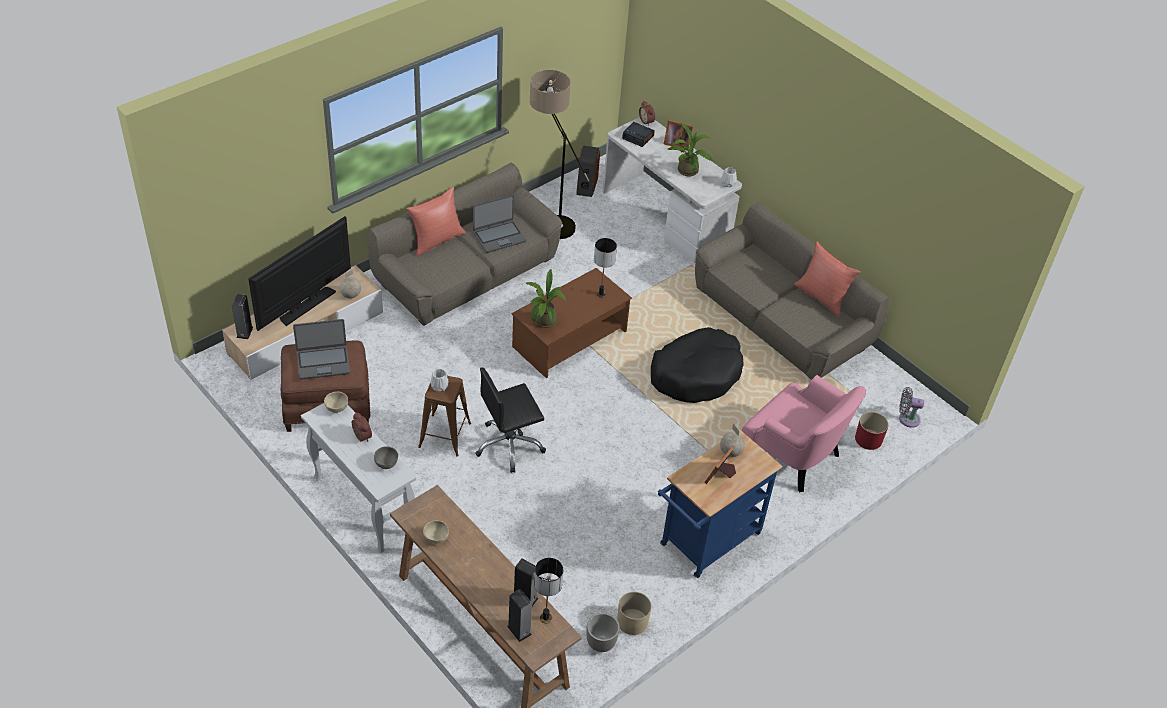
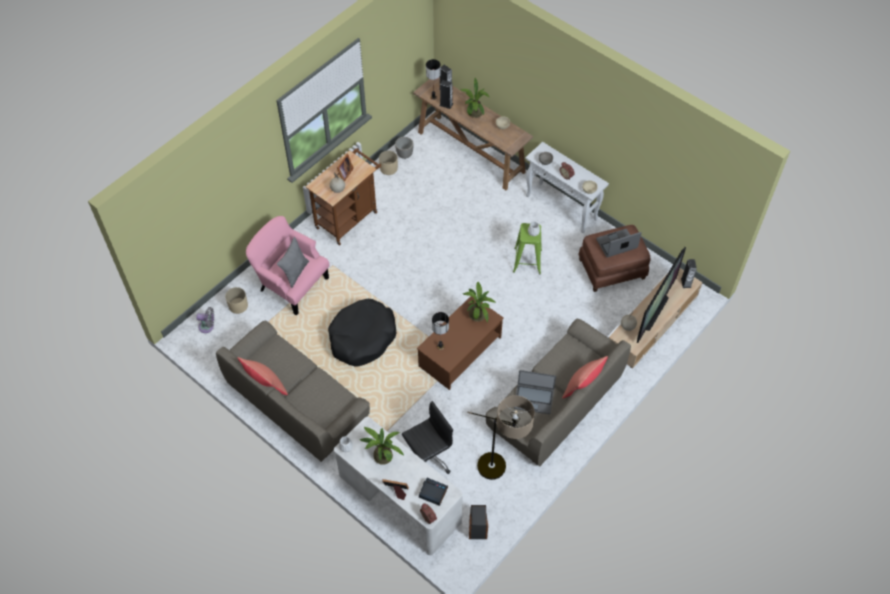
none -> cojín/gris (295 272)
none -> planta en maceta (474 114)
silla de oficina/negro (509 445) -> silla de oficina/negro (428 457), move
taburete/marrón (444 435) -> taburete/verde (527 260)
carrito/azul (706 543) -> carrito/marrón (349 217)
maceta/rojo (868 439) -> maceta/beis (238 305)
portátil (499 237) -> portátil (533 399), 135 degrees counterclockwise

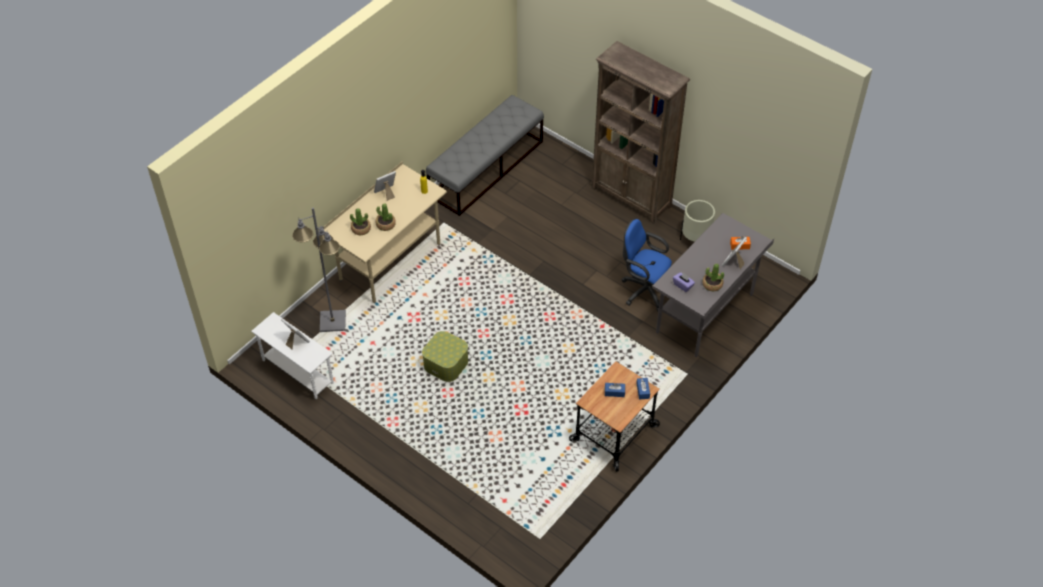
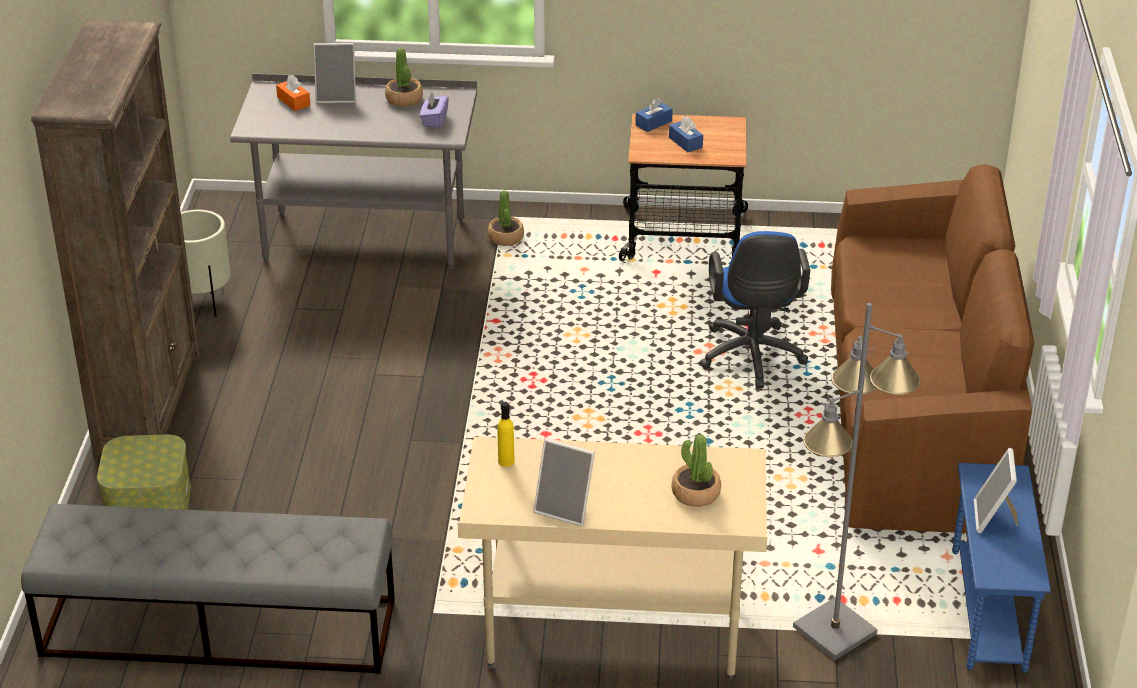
none -> sofá/marrón (914 408)
planta en maceta (385 224) -> planta en maceta (506 238), move
caja de almacenaje (446 364) -> caja de almacenaje (148 502), move
silla de oficina/azul (644 290) -> silla de oficina/azul (752 359), move
mesa auxiliar/blanco (297 372) -> mesa auxiliar/azul (989 610)

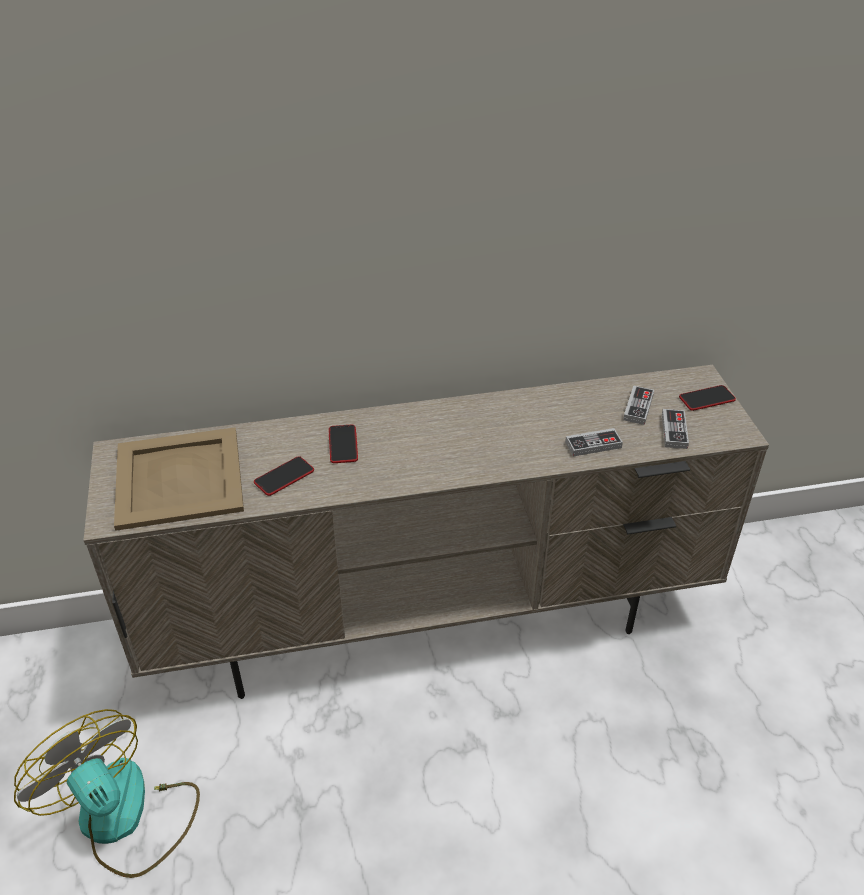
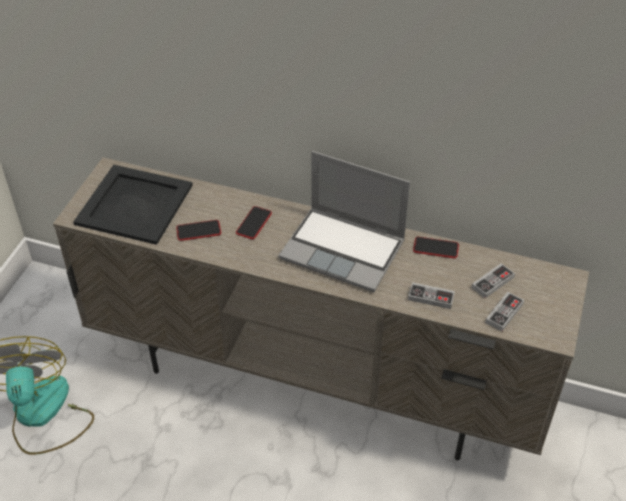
none -> portátil (344 250)
móvil (706 399) -> móvil (435 248), move
bandeja/beis (180 479) -> bandeja/negro (135 205)

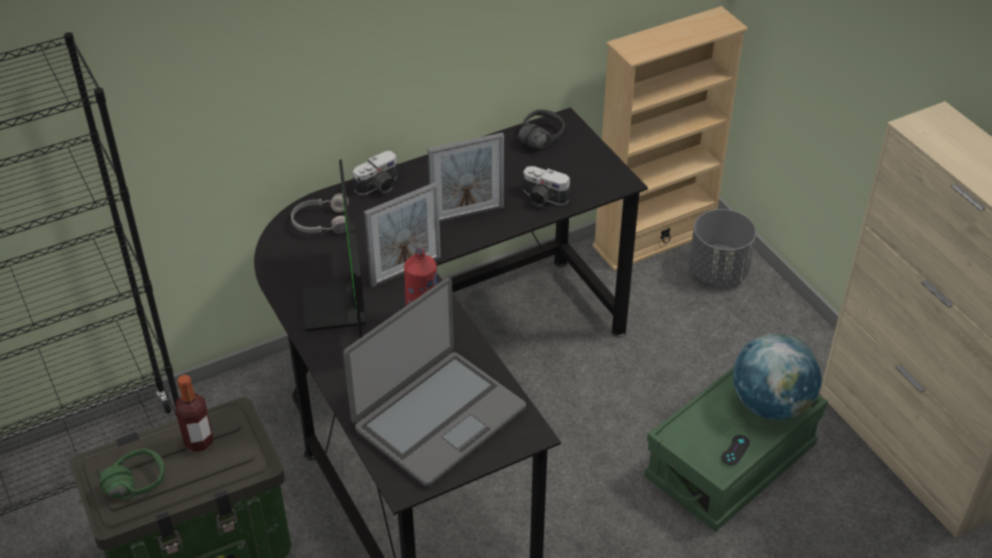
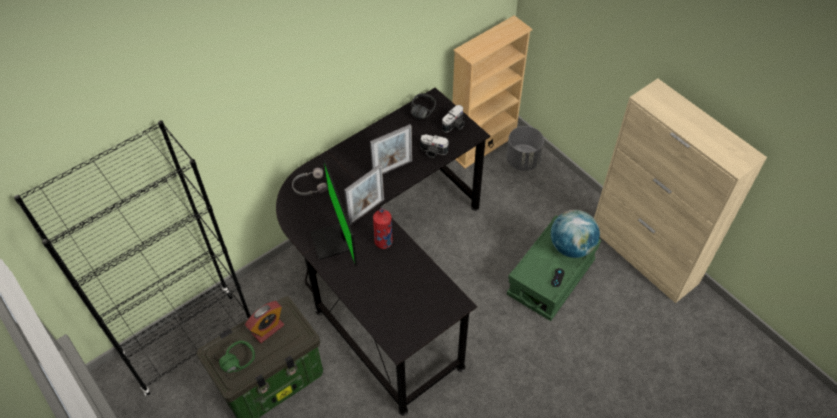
portátil (438 417) -> none
cámara (379 186) -> cámara (455 125), move
botella (199 442) -> despertador (267 329)

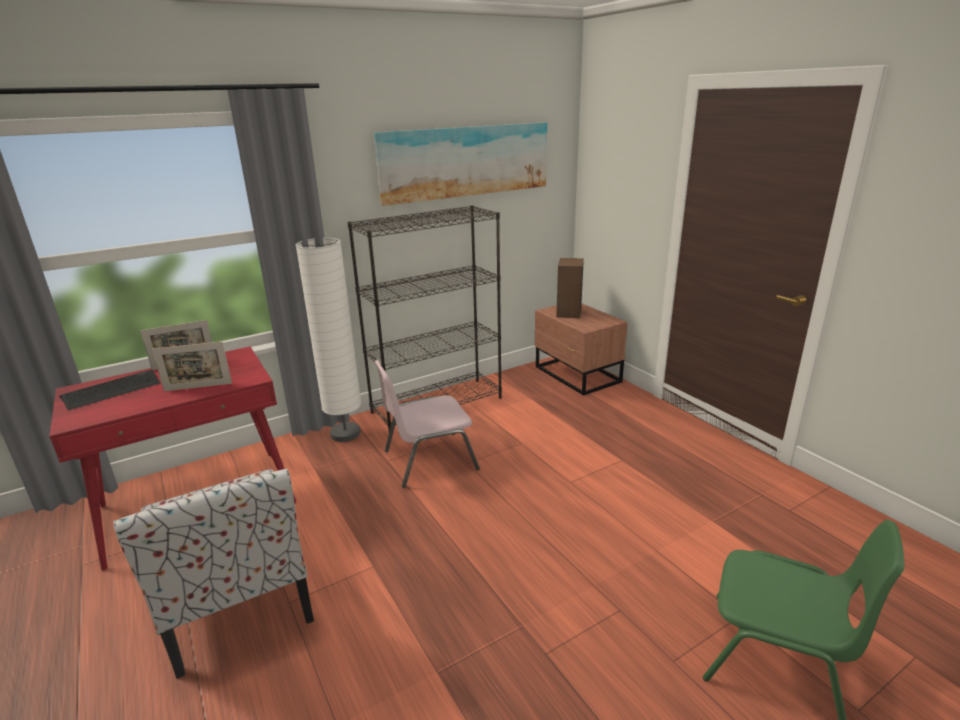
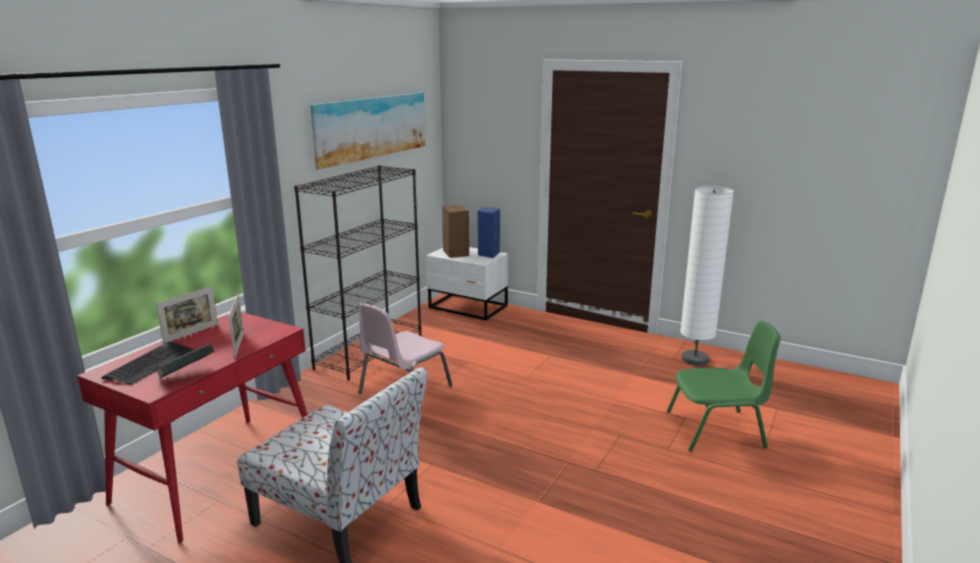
none -> libro (186 376)
none -> altavoz/azul (488 254)
lámpara de pie/blanco (345 434) -> lámpara de pie/blanco (695 359), move
mesita de noche/marrón (577 375) -> mesita de noche/blanco (468 307)
portarretratos (198 387) -> portarretratos (239 345), 60 degrees counterclockwise

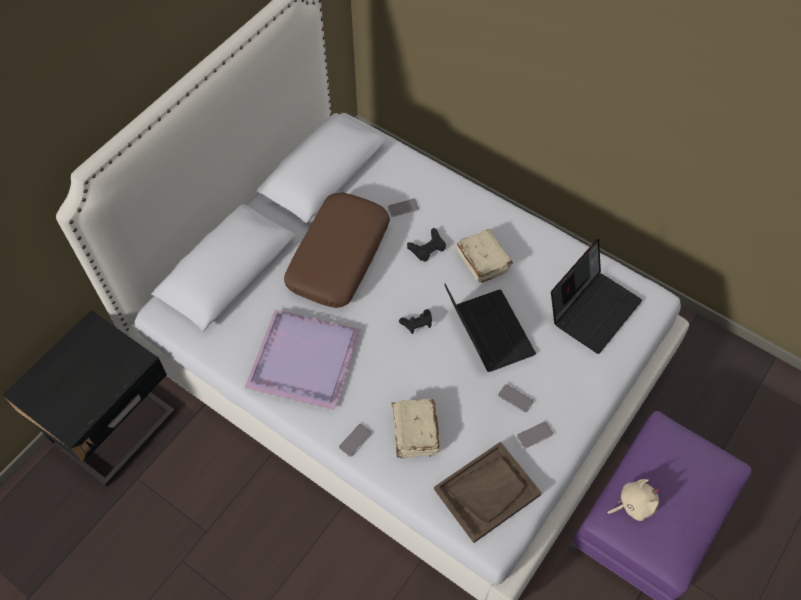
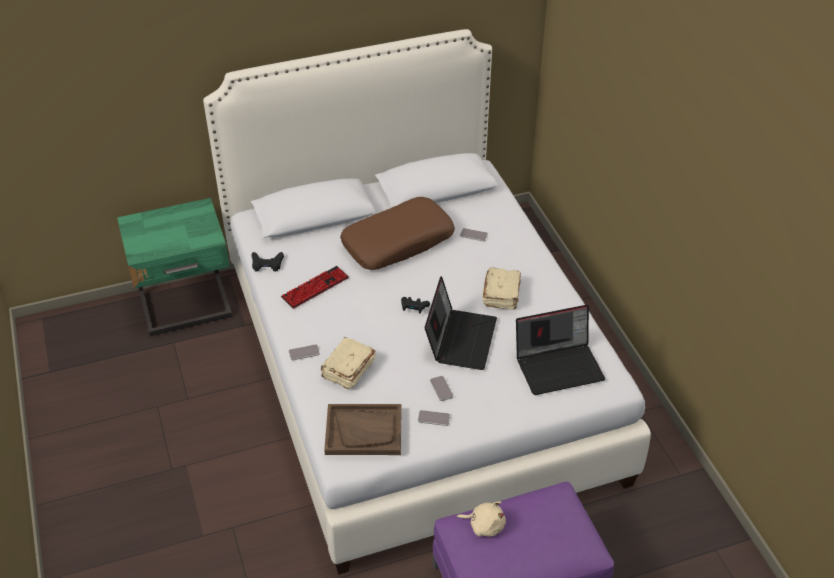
mando de consola/negro (427 248) -> mando de consola/negro (267 264), move
bandeja/morado (303 358) -> teclado (315 288)
mesita de noche/negro (118 430) -> mesita de noche/verde (187 308)

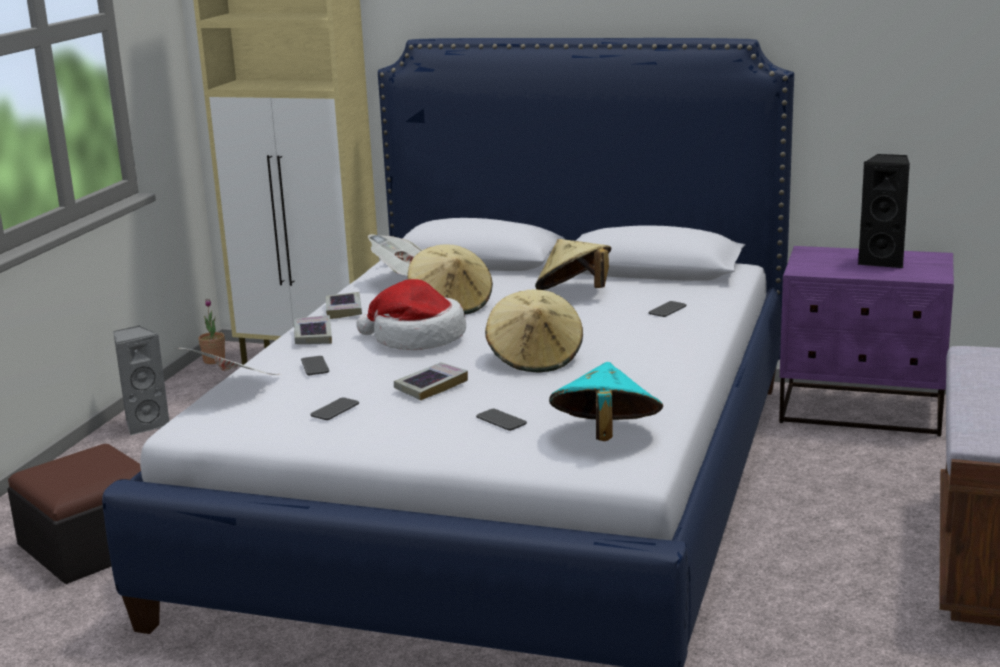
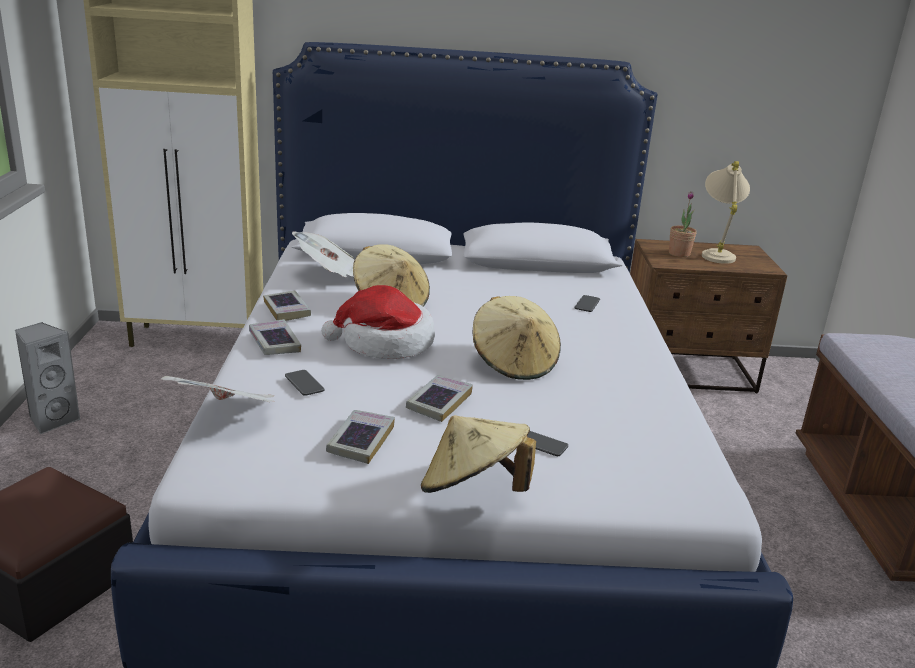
sombrero/turquesa (605 436) -> none
planta en maceta (214 360) -> planta en maceta (679 254), move
sombrero/beis (574 293) -> sombrero/beis (473 490), move
móvil (335 410) -> libro (361 441)
altavoz/negro (883 261) -> lámpara de mesa/beis (716 253)
mesita de noche/morado (862 411) -> mesita de noche/marrón (687 372)

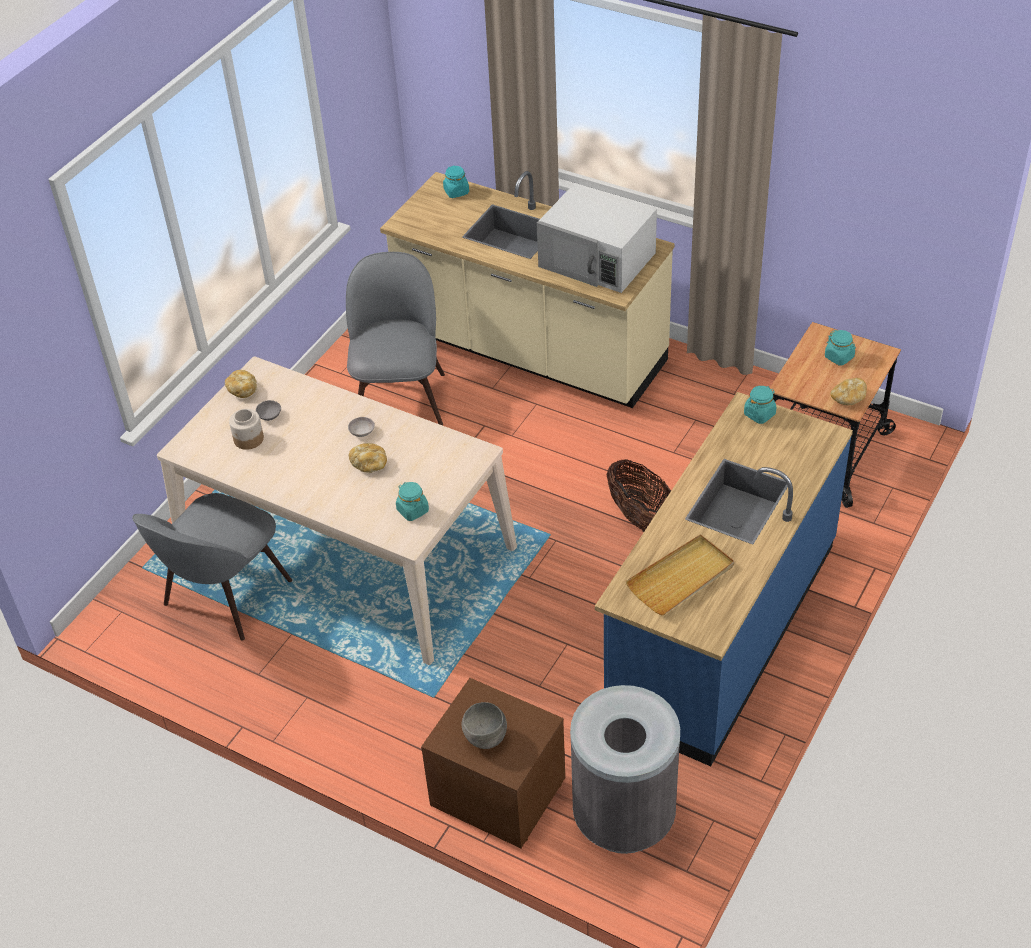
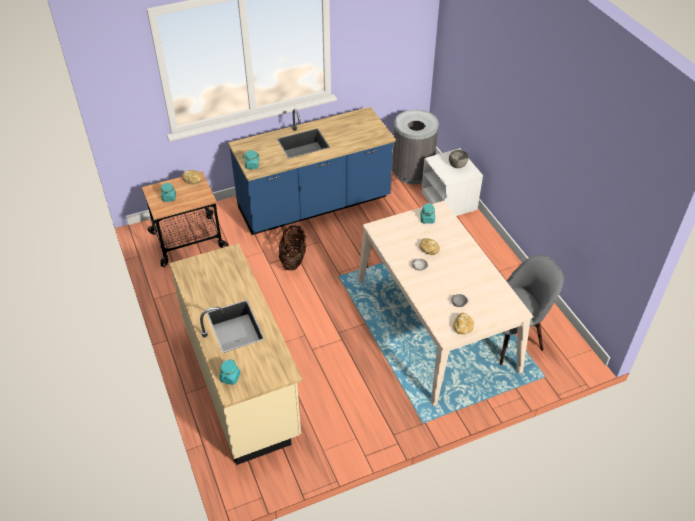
tarro (248 439) -> none
silla/gris (400 397) -> none
microondas/blanco (598 259) -> none
bandeja/beis (681 577) -> none
mesita de noche/marrón (496 793) -> mesita de noche/blanco (449 201)

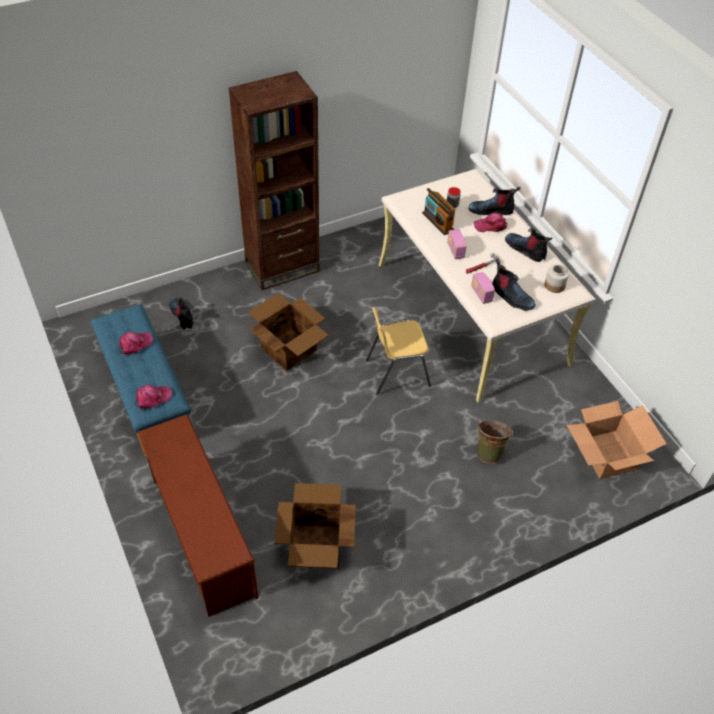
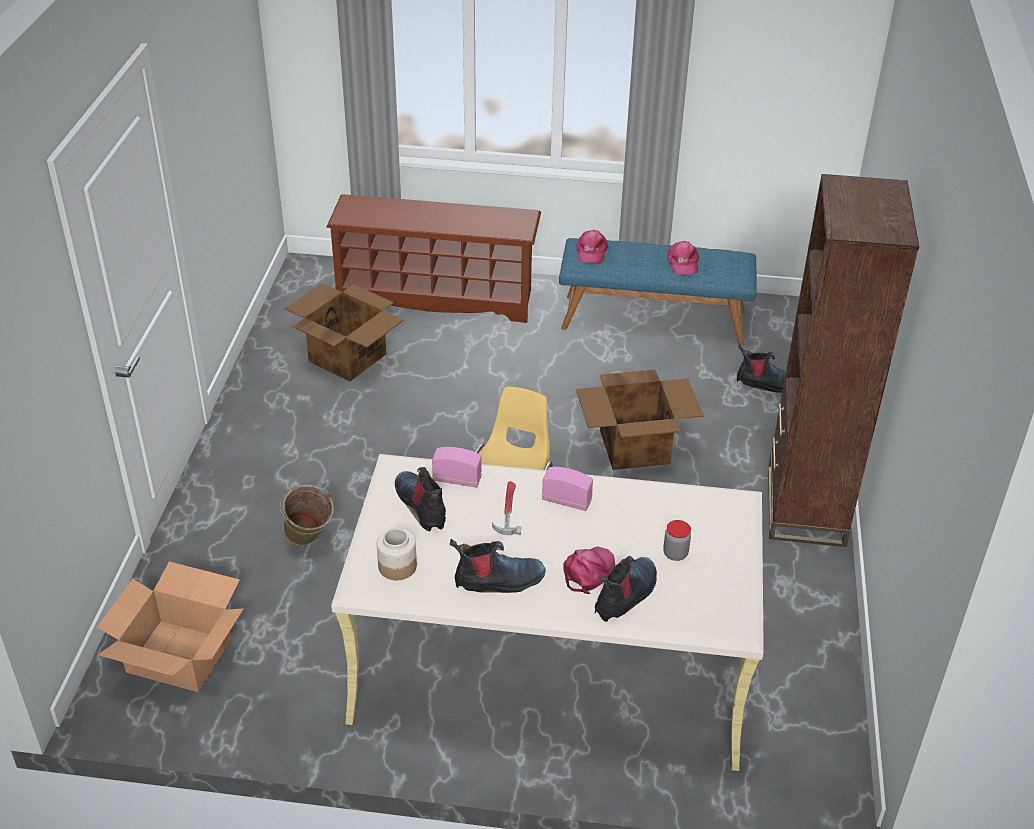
radio (437 222) -> none
bota (511 297) -> bota (422 506), 75 degrees clockwise

